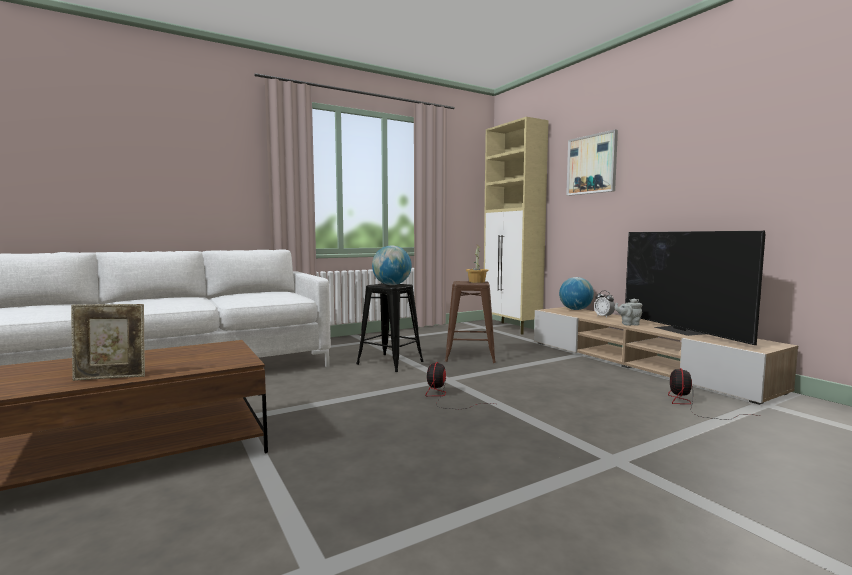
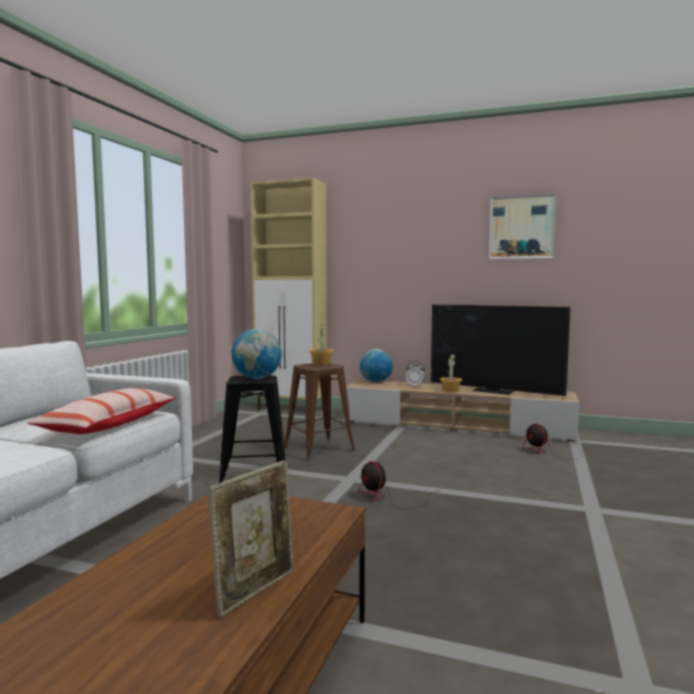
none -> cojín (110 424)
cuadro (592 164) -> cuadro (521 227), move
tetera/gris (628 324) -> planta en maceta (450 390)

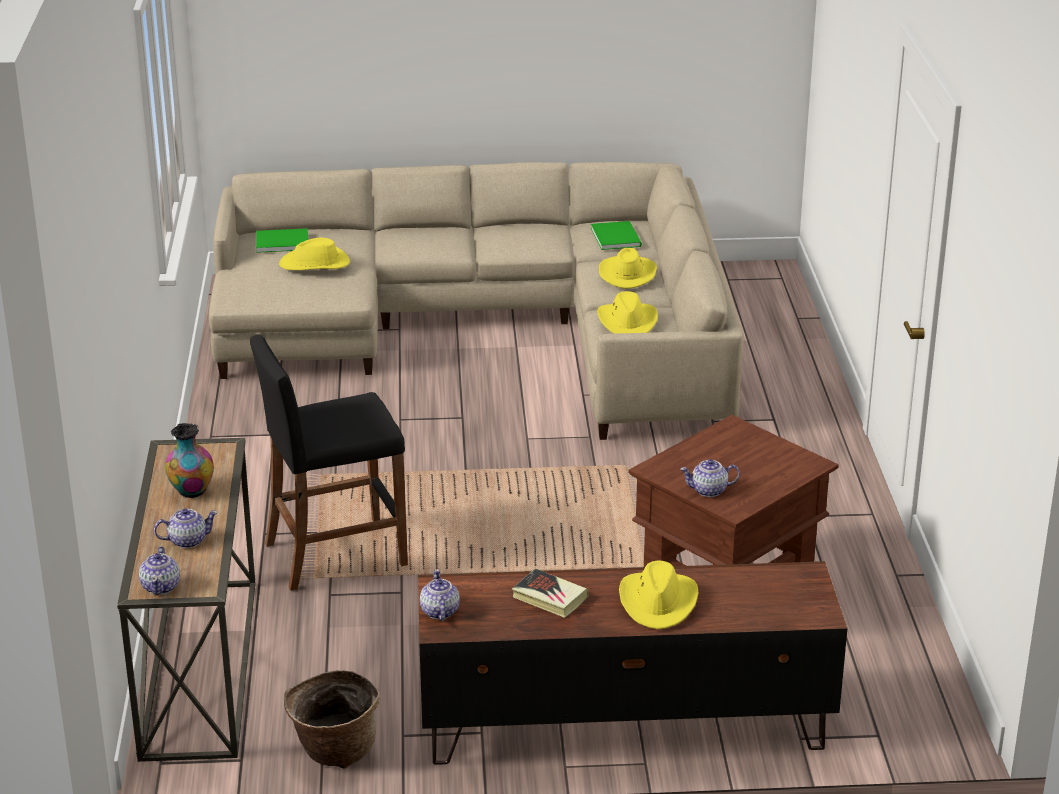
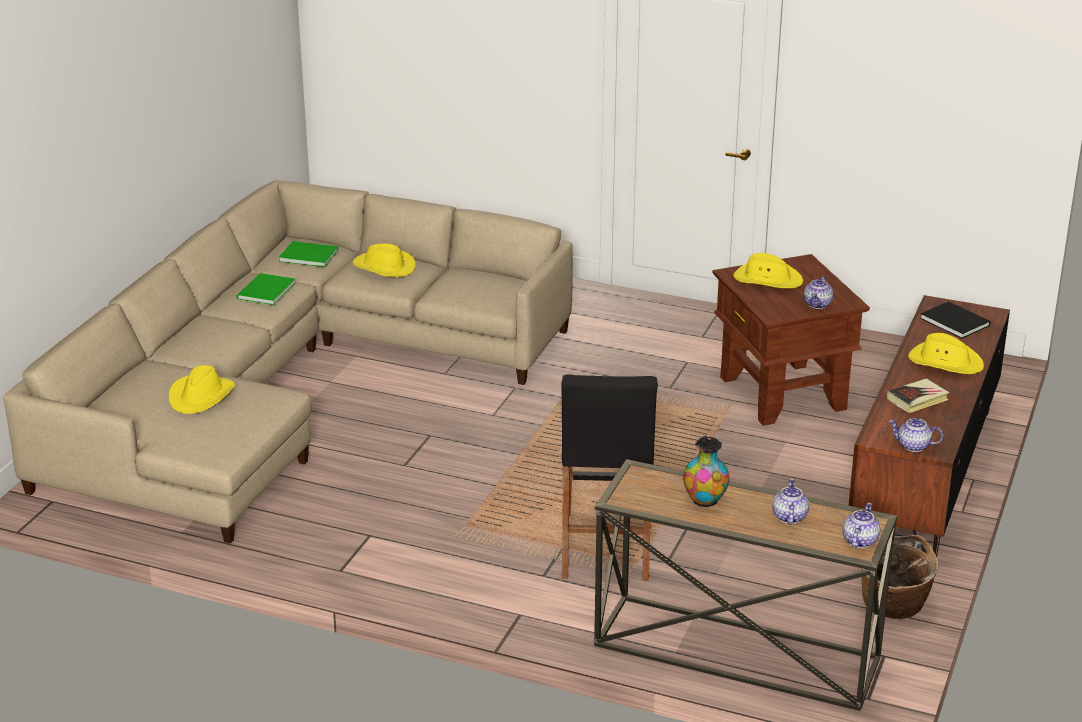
none -> libro/negro (954 320)
libro/verde (280 242) -> libro/verde (264 291), move
sombrero/amarillo (628 322) -> sombrero/amarillo (767 279), move
tetera (161 586) -> tetera (859 541), 90 degrees counterclockwise

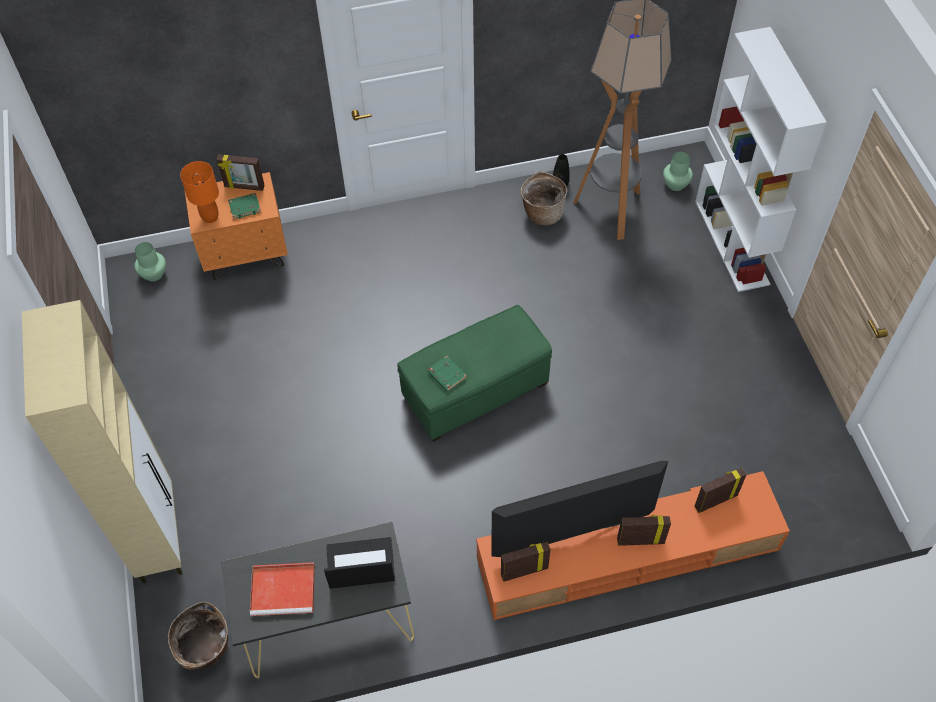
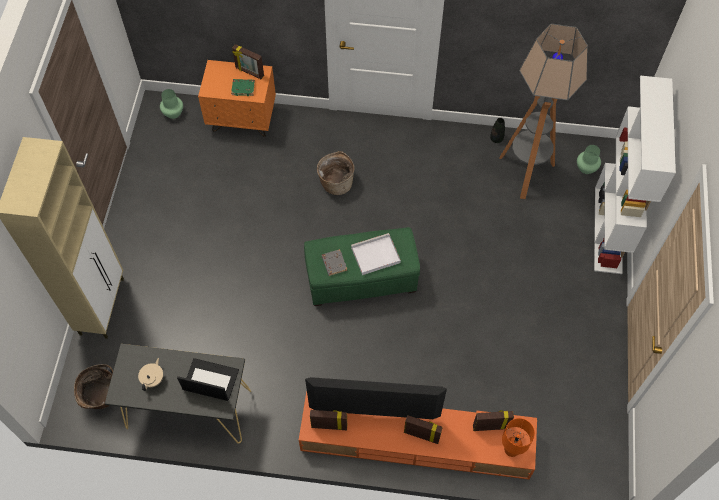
none -> bandeja/blanco (374 256)
lámpara de mesa/naranja (210 217) -> lámpara de mesa/naranja (511 450), move
cesta (542 212) -> cesta (336 182), move
bandeja/rojo (284 589) -> tetera/beis (153 379)
libro/verde (446 375) -> libro/gris (333 263)

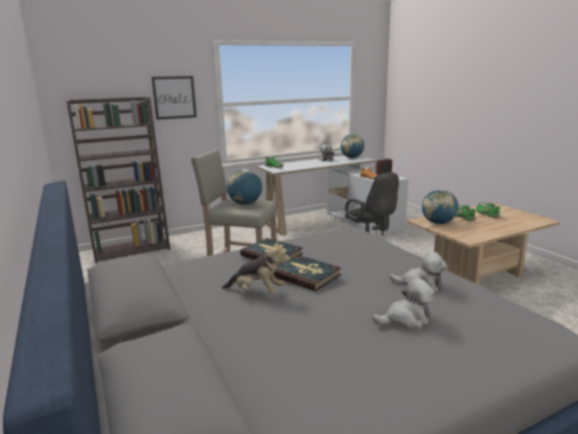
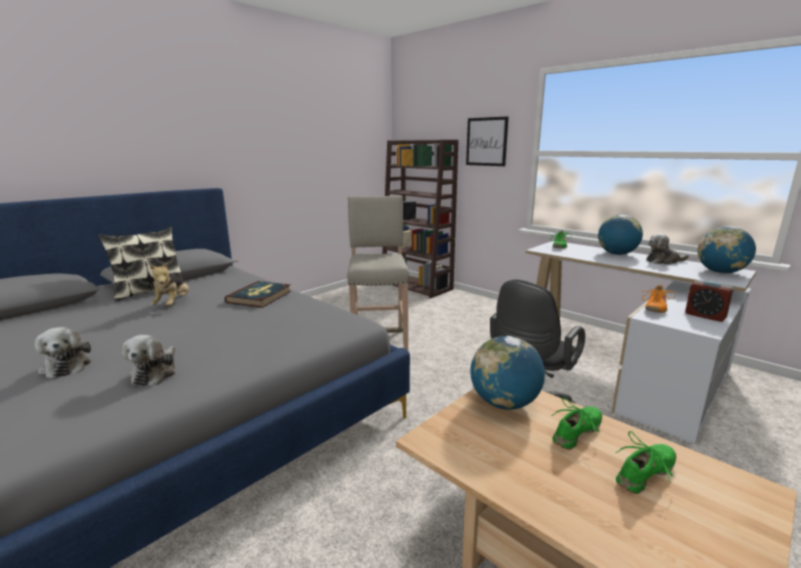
libro (306 275) -> none
none -> cojín (150 291)
globo terráqueo (245 204) -> globo terráqueo (616 254), move

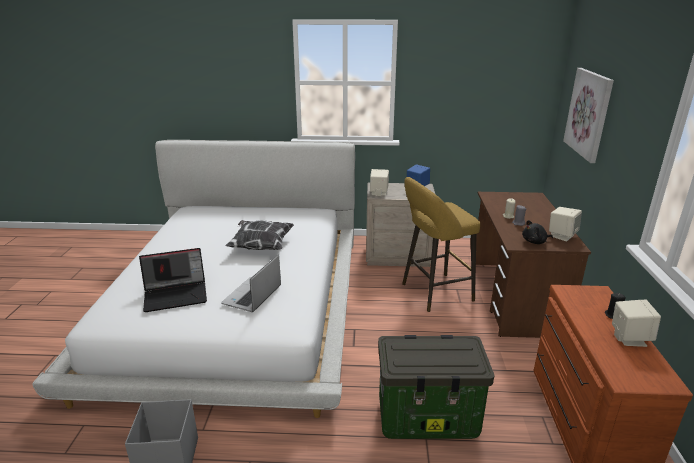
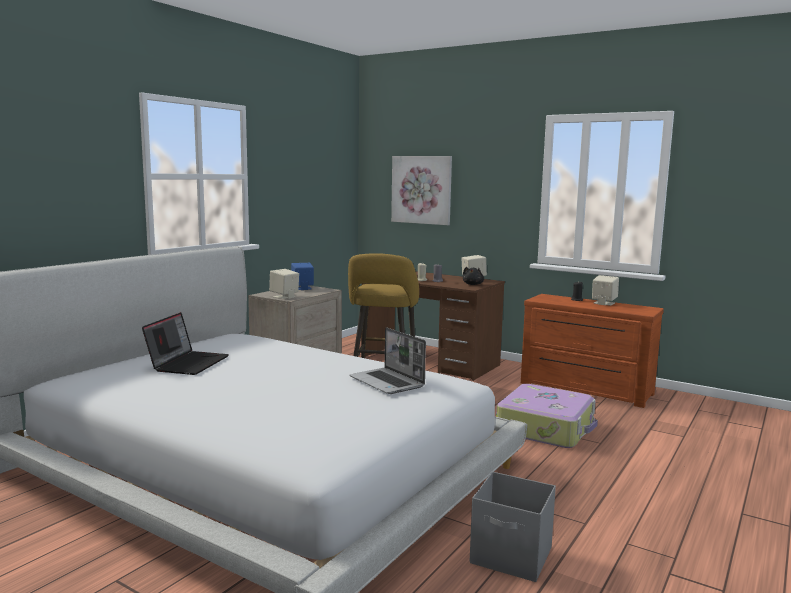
cojín (261 246) -> none
portátil (176 294) -> portátil (188 363), move
caja de almacenaje (428 418) -> maleta (546 428)

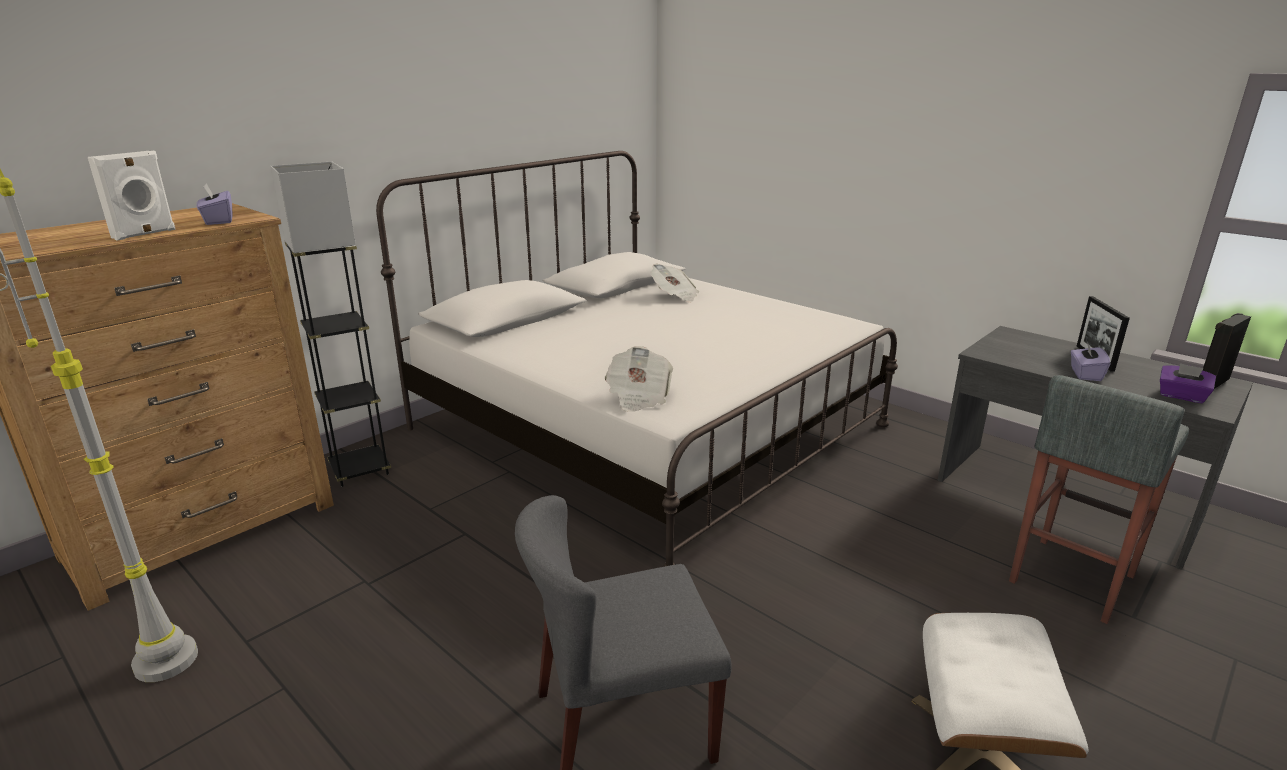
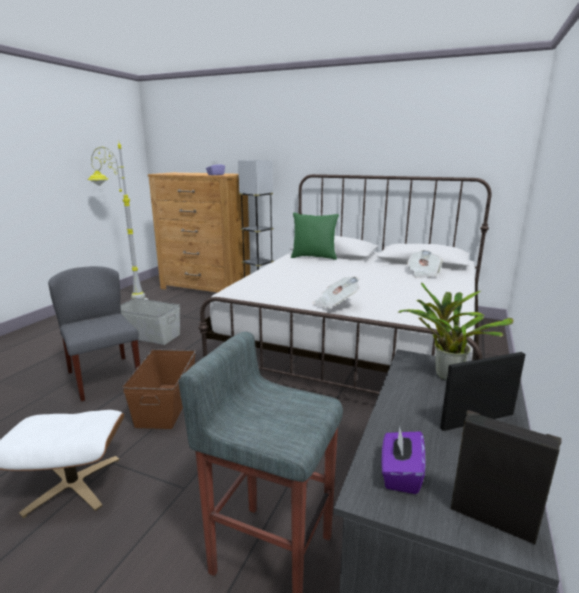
altavoz/blanco (145 234) -> none
caja de pañuelos/morado (1085 374) -> none
none -> caja de almacenaje/gris (149 335)
none -> caja de almacenaje/marrón (165 405)
none -> cojín/verde (314 257)
none -> planta en maceta (445 374)
periódico (638 397) -> periódico (335 304), move

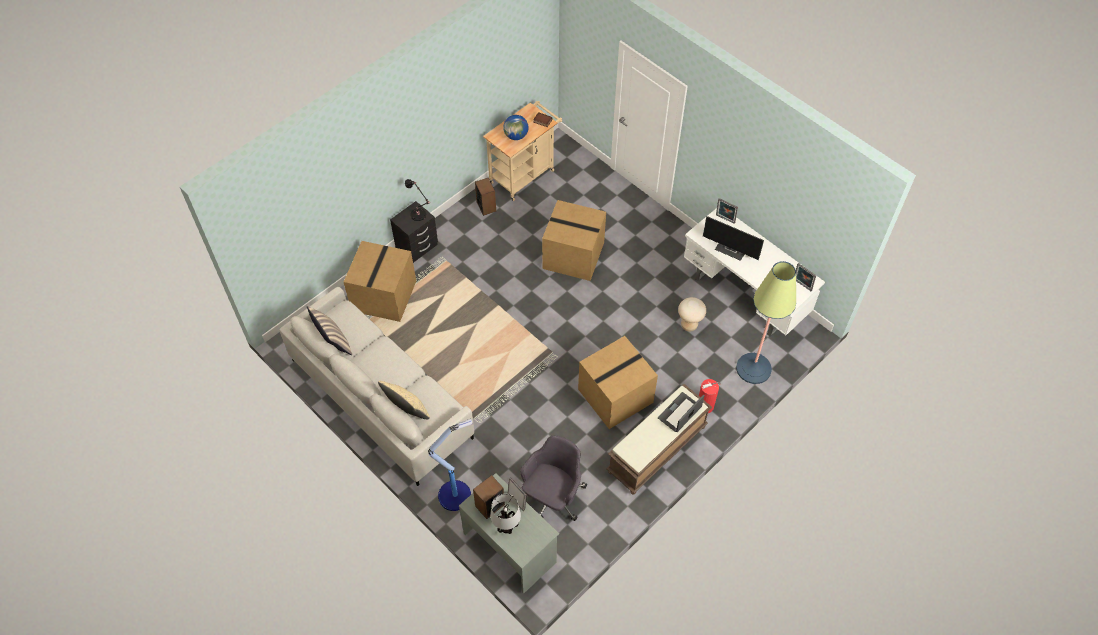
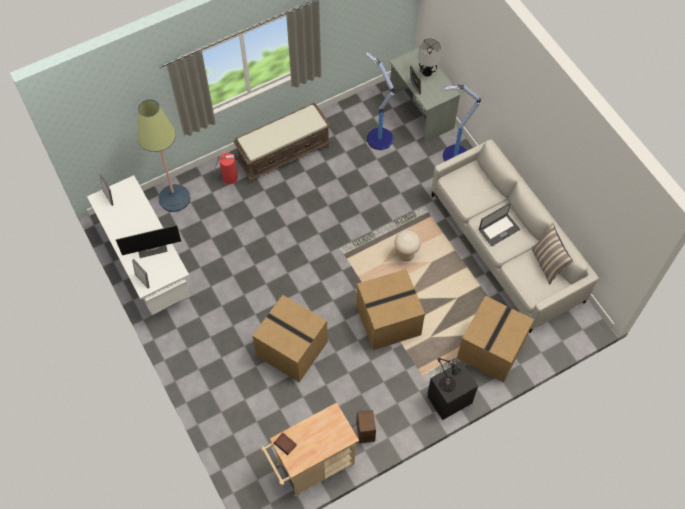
cojín/beis (407 410) -> none
altavoz (489 505) -> none
globo terráqueo (516 136) -> none
caja de cartón (615 394) -> caja de cartón (388 321), move
portátil (680 413) -> portátil (498 229), move
taburete/beis (689 325) -> taburete/beis (406 255), move
silla de oficina/gris (552 497) -> lámpara de pie (379 138)
monitor (732 249) -> monitor (152 247), 120 degrees clockwise

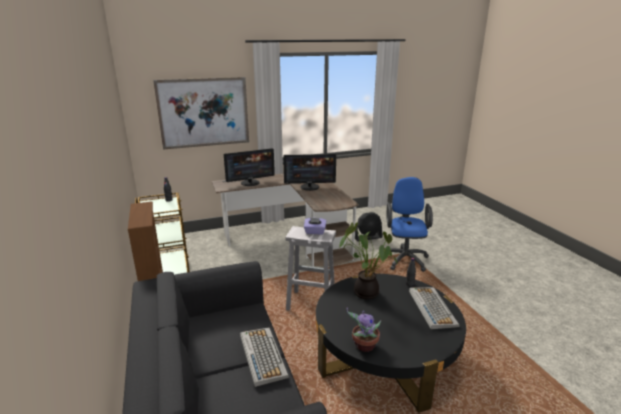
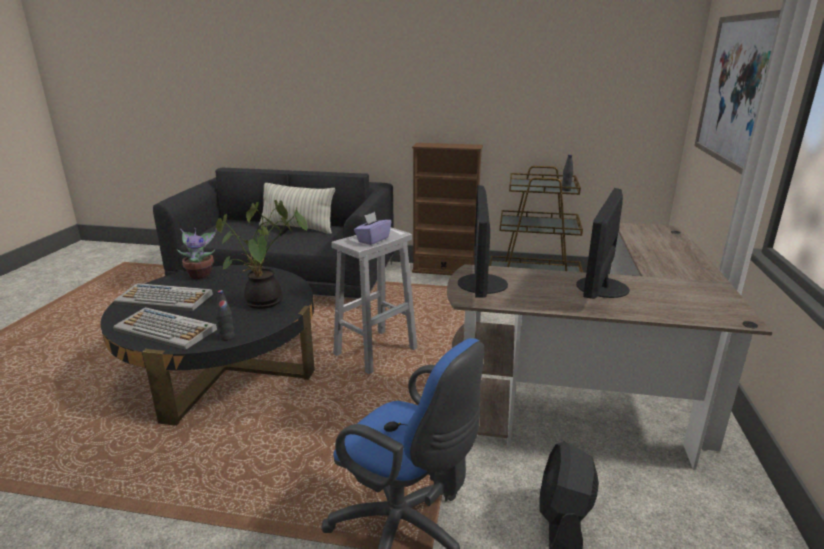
none -> cojín (297 228)
monitor (250 183) -> monitor (481 284), move
teclado (262 355) -> teclado (165 298), move

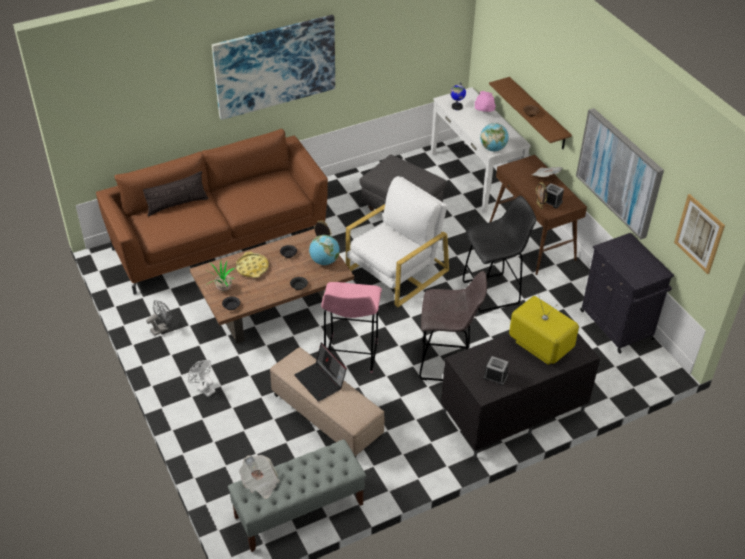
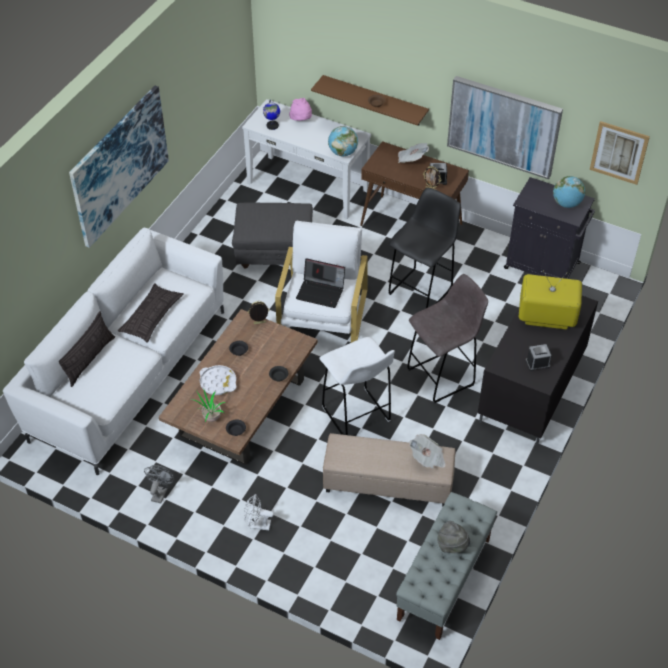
none -> cojín (151 316)
none -> sombrero/gris (452 545)
periódico (260 482) -> periódico (427 458), move
portátil (321 381) -> portátil (321 292), move
globo terráqueo (324 261) -> globo terráqueo (566 204), move
sofá/marrón (219 239) -> sofá/blanco (128 373)
bandeja/amarillo (252 267) -> bandeja/blanco (218 382)
taburete/rosa (350 355) -> taburete/blanco (357 416)

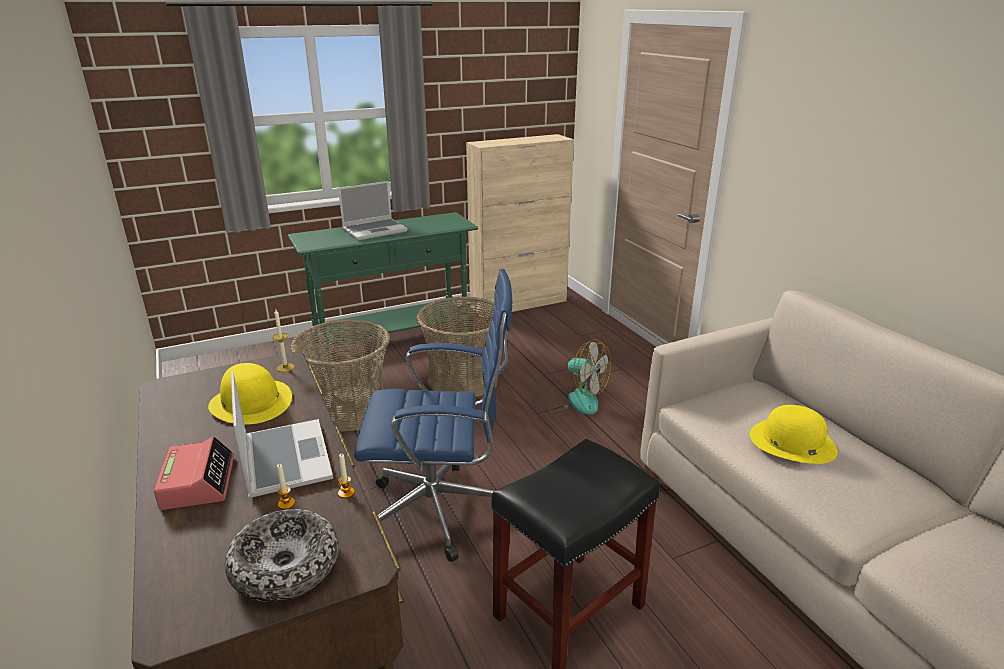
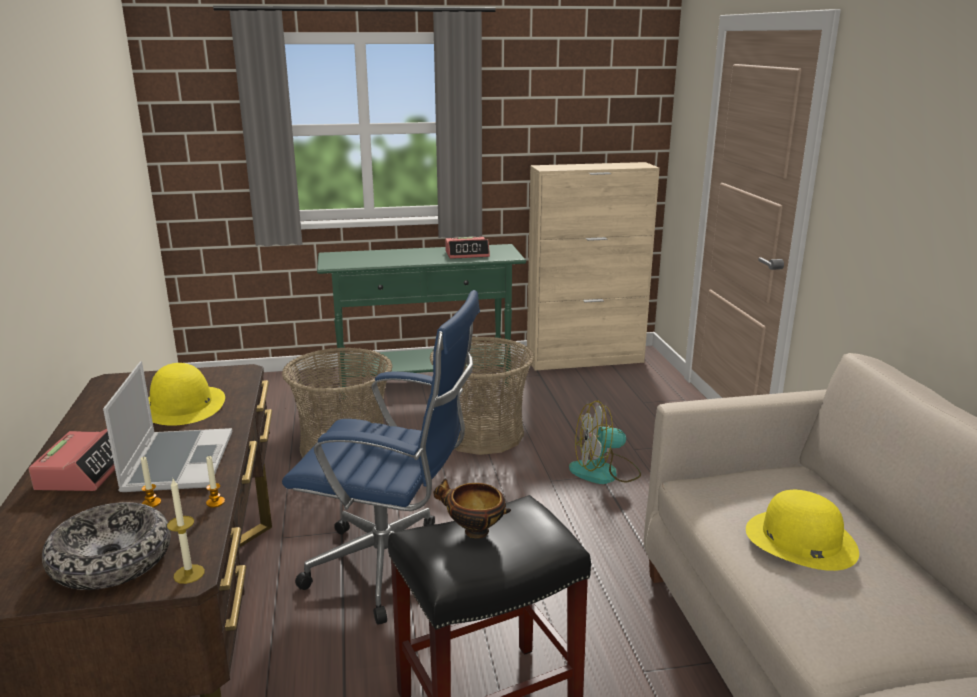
portátil (375 230) -> none
none -> cuenco (473 531)
none -> despertador (467 254)
vela (285 367) -> vela (189 574), move
ventilador (575 399) -> ventilador (604 472), 120 degrees clockwise

